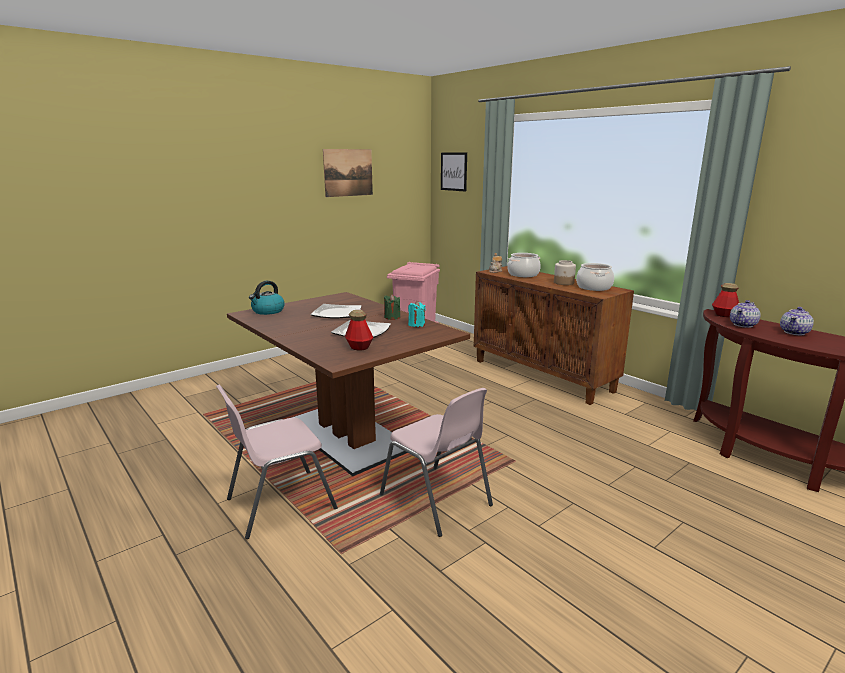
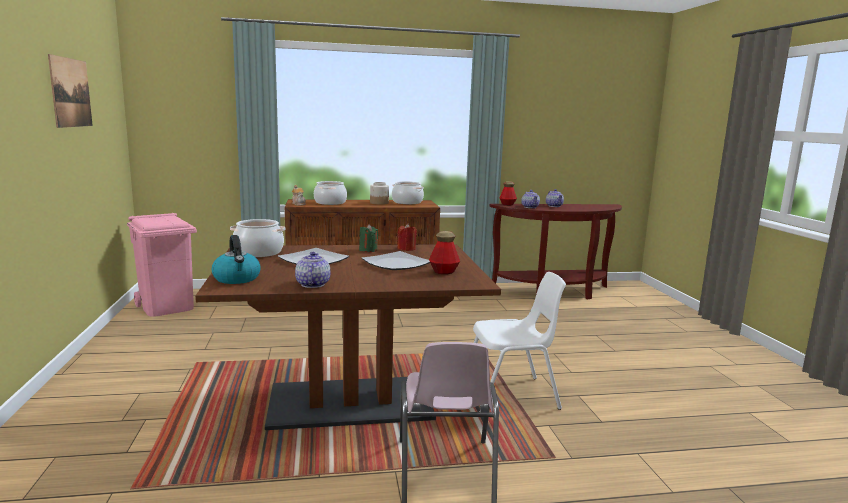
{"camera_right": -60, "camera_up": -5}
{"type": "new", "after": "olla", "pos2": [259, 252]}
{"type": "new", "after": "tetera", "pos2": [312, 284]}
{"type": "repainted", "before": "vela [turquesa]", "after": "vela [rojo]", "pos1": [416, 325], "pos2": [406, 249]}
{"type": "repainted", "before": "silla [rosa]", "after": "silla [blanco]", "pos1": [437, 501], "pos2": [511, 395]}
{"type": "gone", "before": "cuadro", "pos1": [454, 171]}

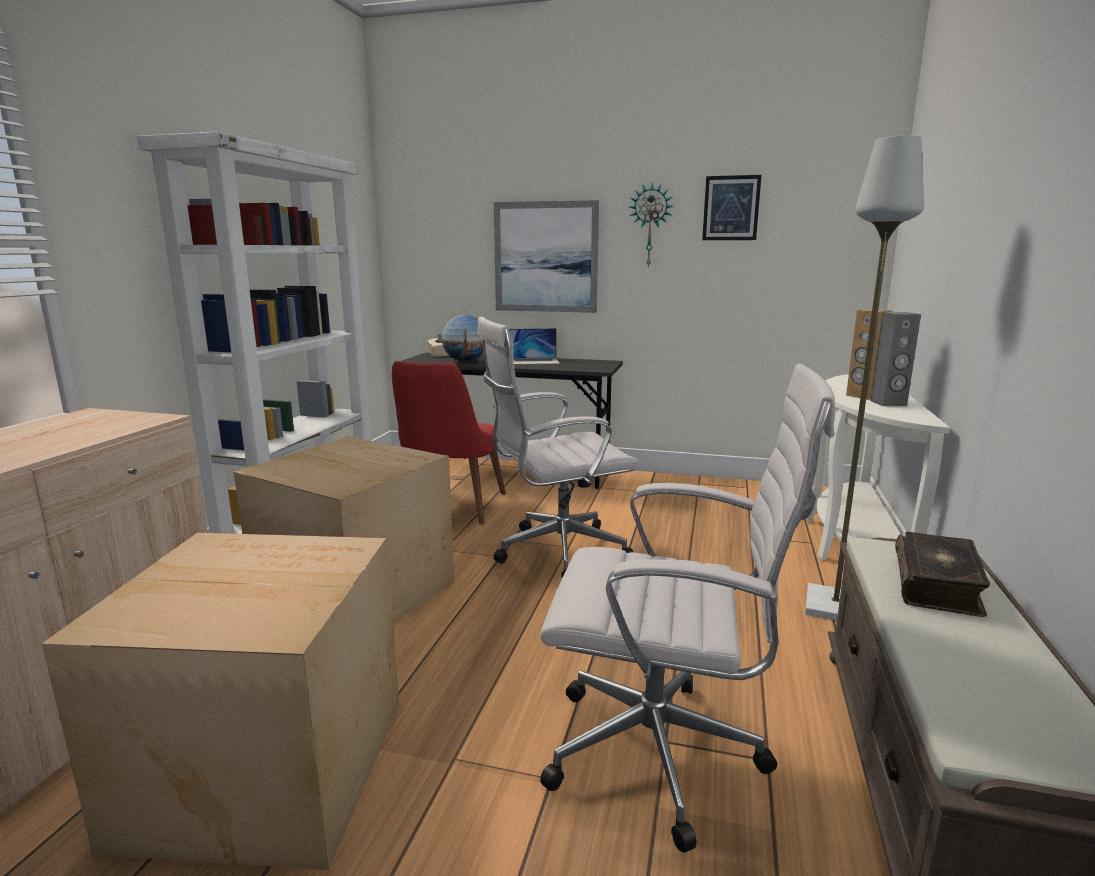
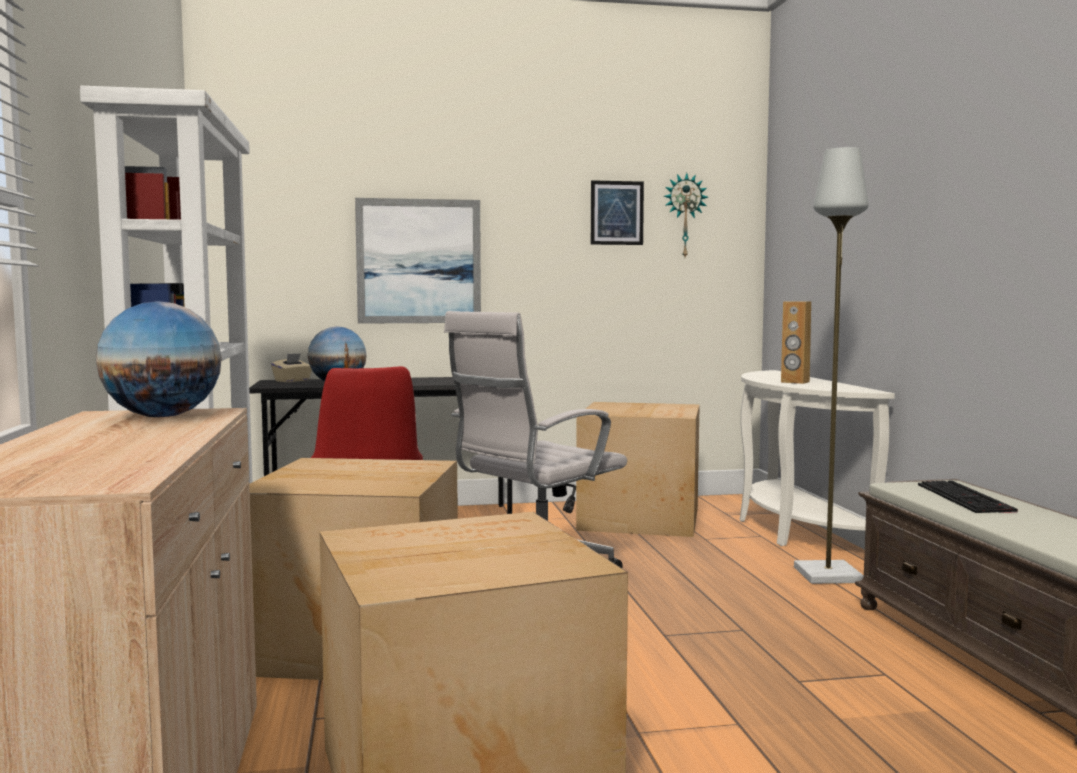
{"camera_right": -25, "camera_up": -10}
{"type": "new", "after": "globo terráqueo", "pos2": [161, 417]}
{"type": "new", "after": "caja de cartón", "pos2": [641, 519]}
{"type": "shifted", "before": "reloj de pared", "pos1": [650, 225], "pos2": [684, 216]}
{"type": "swapped", "before": "libro", "after": "teclado", "pos1": [938, 585], "pos2": [967, 498]}
{"type": "gone", "before": "portátil", "pos1": [534, 361]}
{"type": "gone", "before": "silla de oficina [blanco]", "pos1": [664, 755]}
{"type": "gone", "before": "altavoz [gris]", "pos1": [888, 403]}

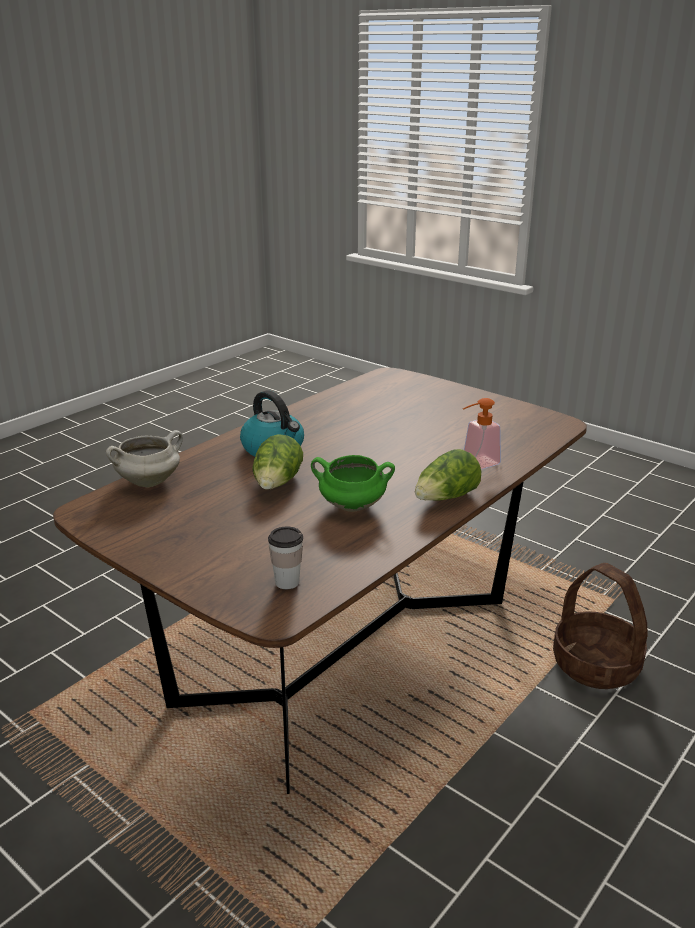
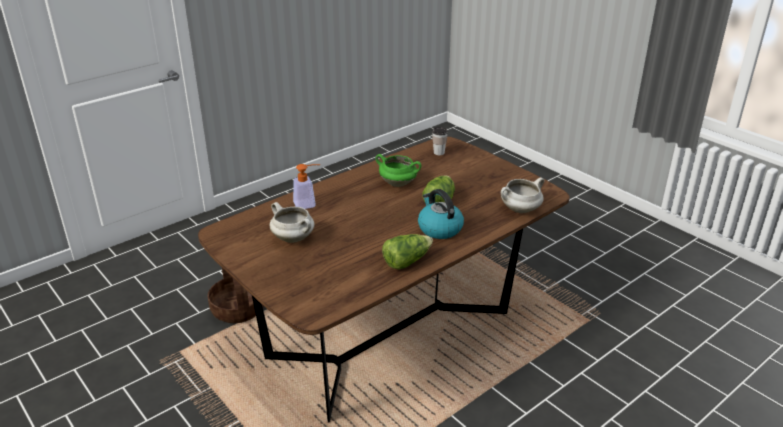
{"camera_right": -170, "camera_up": 5}
{"type": "new", "after": "olla [blanco]", "pos2": [294, 238]}
{"type": "shifted", "before": "lechuga", "pos1": [446, 498], "pos2": [406, 261]}

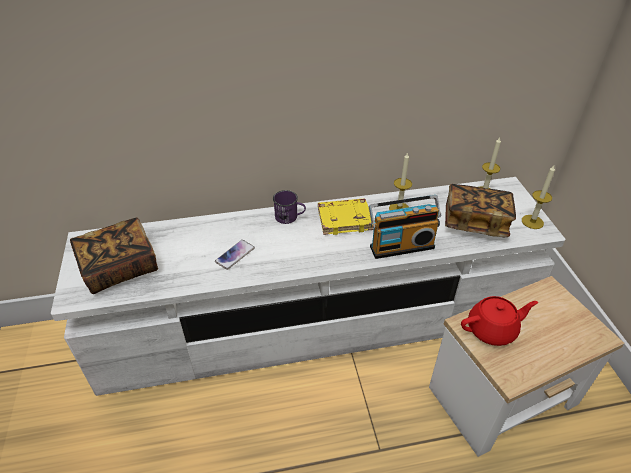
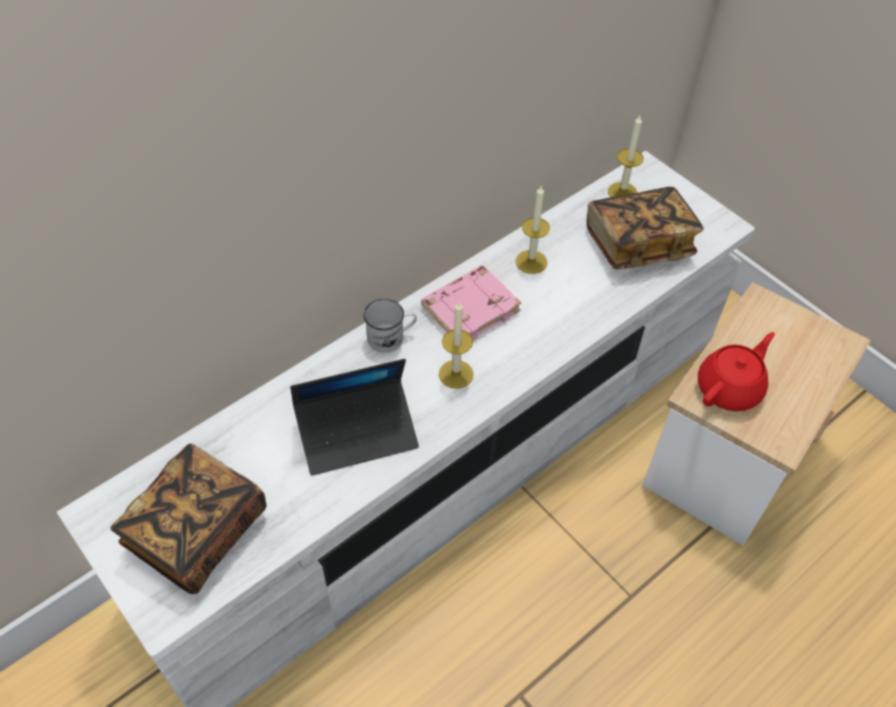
{"camera_right": -30, "camera_up": 10}
{"type": "swapped", "before": "móvil", "after": "portátil", "pos1": [235, 255], "pos2": [357, 433]}
{"type": "repainted", "before": "taza grande [morado]", "after": "taza grande [blanco]", "pos1": [290, 217], "pos2": [391, 337]}
{"type": "repainted", "before": "libro [amarillo]", "after": "libro [rosa]", "pos1": [345, 219], "pos2": [470, 308]}
{"type": "shifted", "before": "vela", "pos1": [532, 222], "pos2": [456, 374]}
{"type": "gone", "before": "radio", "pos1": [401, 245]}

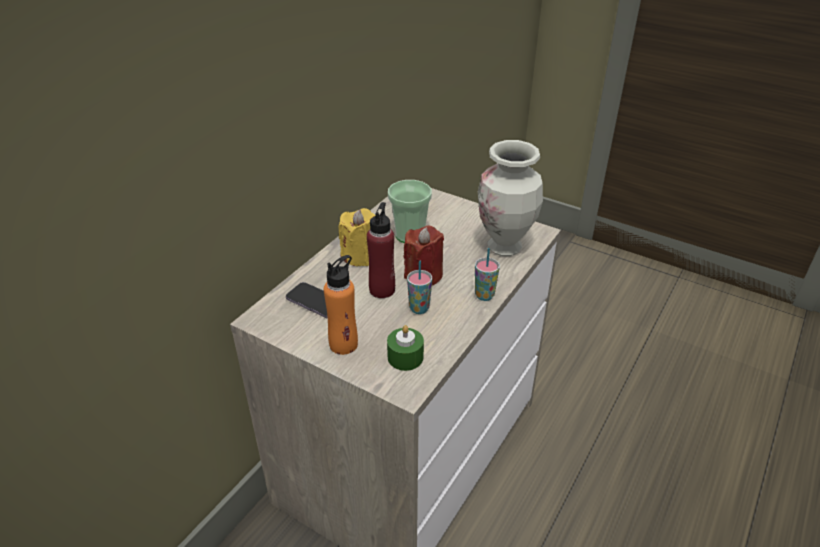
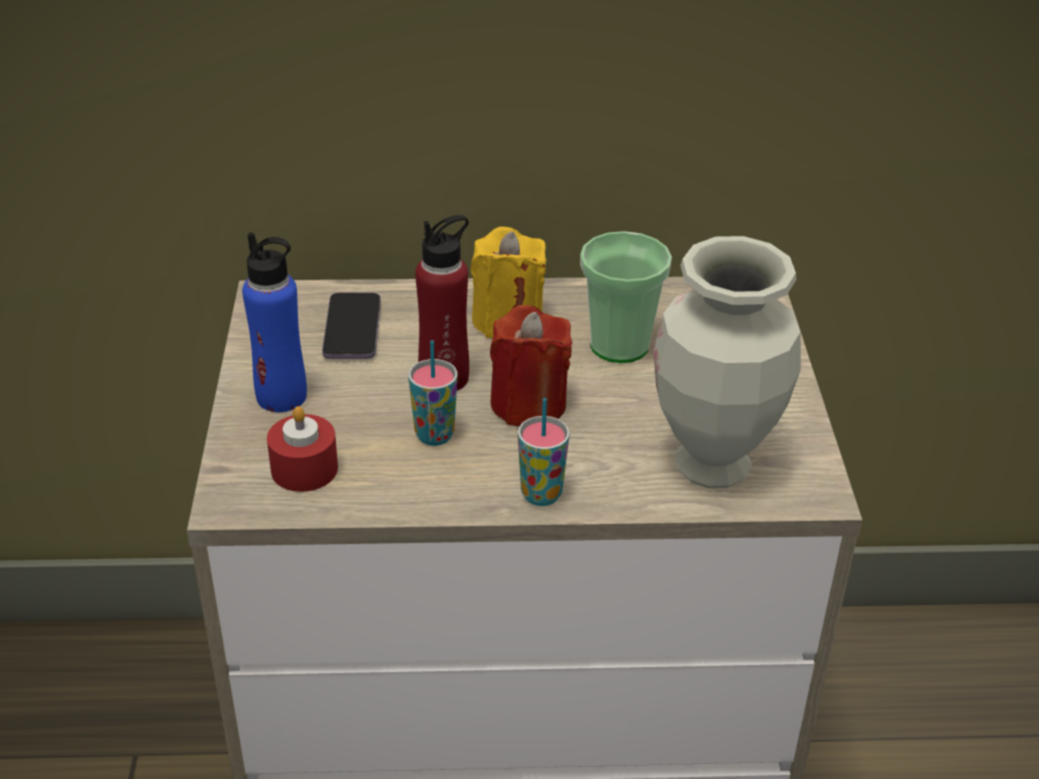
{"camera_right": 55, "camera_up": 0}
{"type": "repainted", "before": "botella [naranja]", "after": "botella [azul]", "pos1": [343, 344], "pos2": [282, 396]}
{"type": "repainted", "before": "vela [verde]", "after": "vela [rojo]", "pos1": [405, 357], "pos2": [304, 469]}

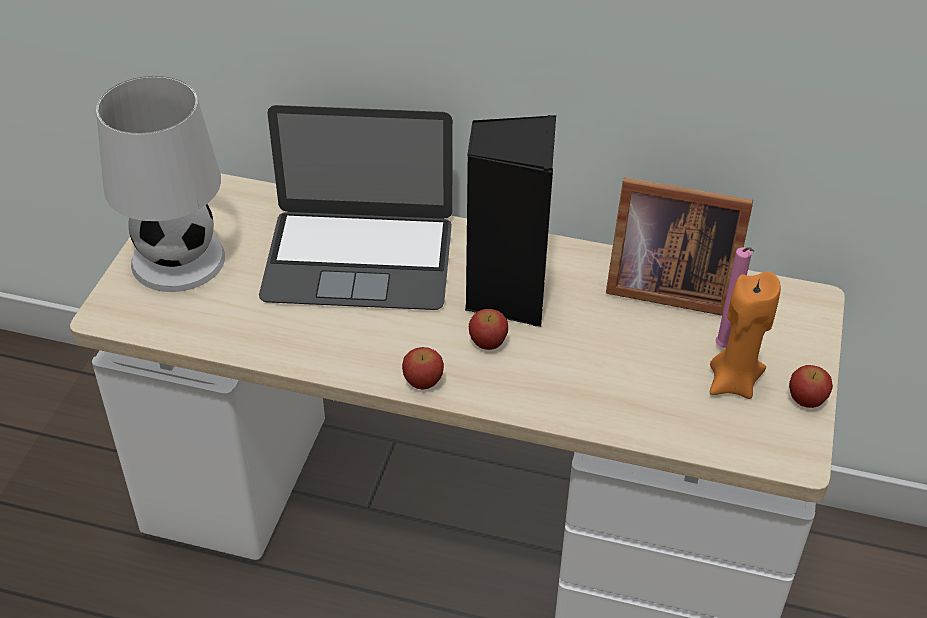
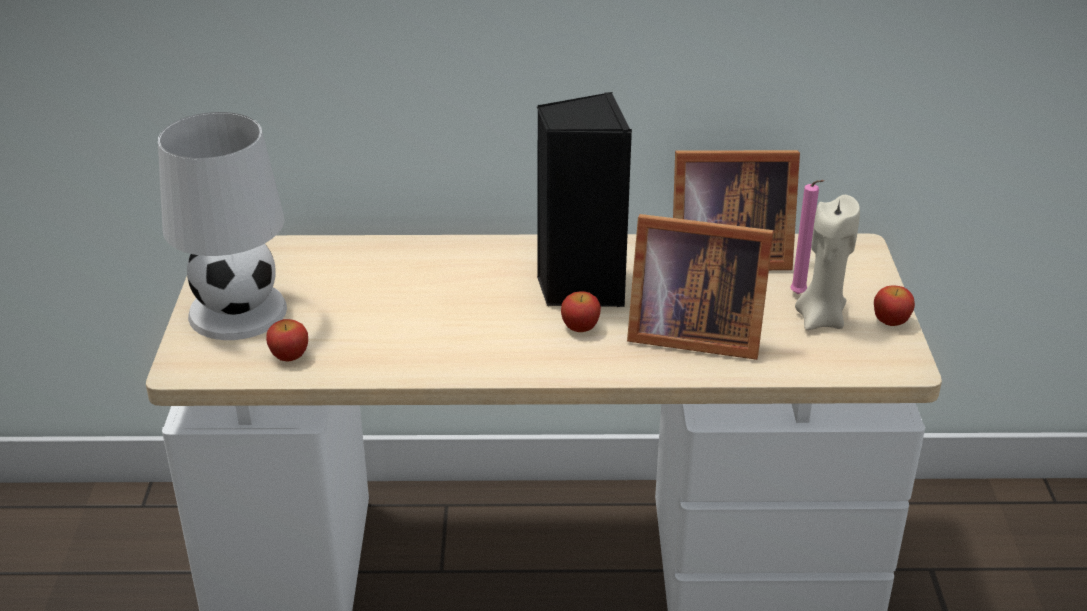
{"camera_right": -15, "camera_up": -10}
{"type": "shifted", "before": "manzana", "pos1": [423, 382], "pos2": [289, 356]}
{"type": "new", "after": "portarretratos", "pos2": [690, 333]}
{"type": "repainted", "before": "vela [naranja]", "after": "vela [beis]", "pos1": [733, 382], "pos2": [820, 319]}
{"type": "gone", "before": "portátil", "pos1": [359, 259]}

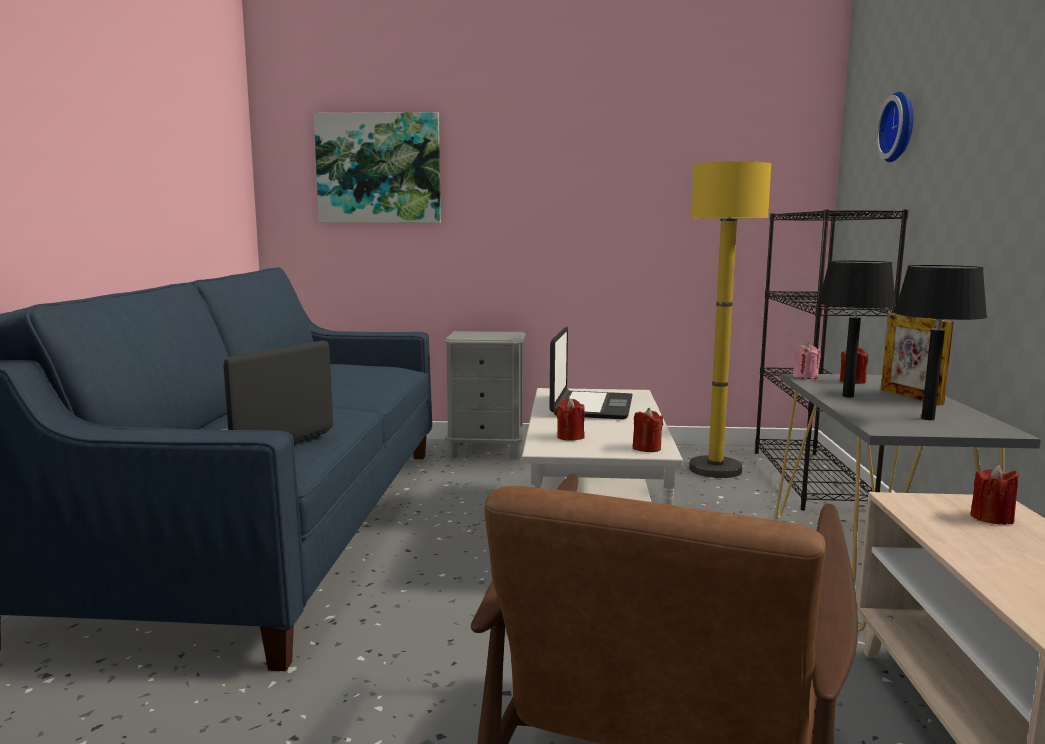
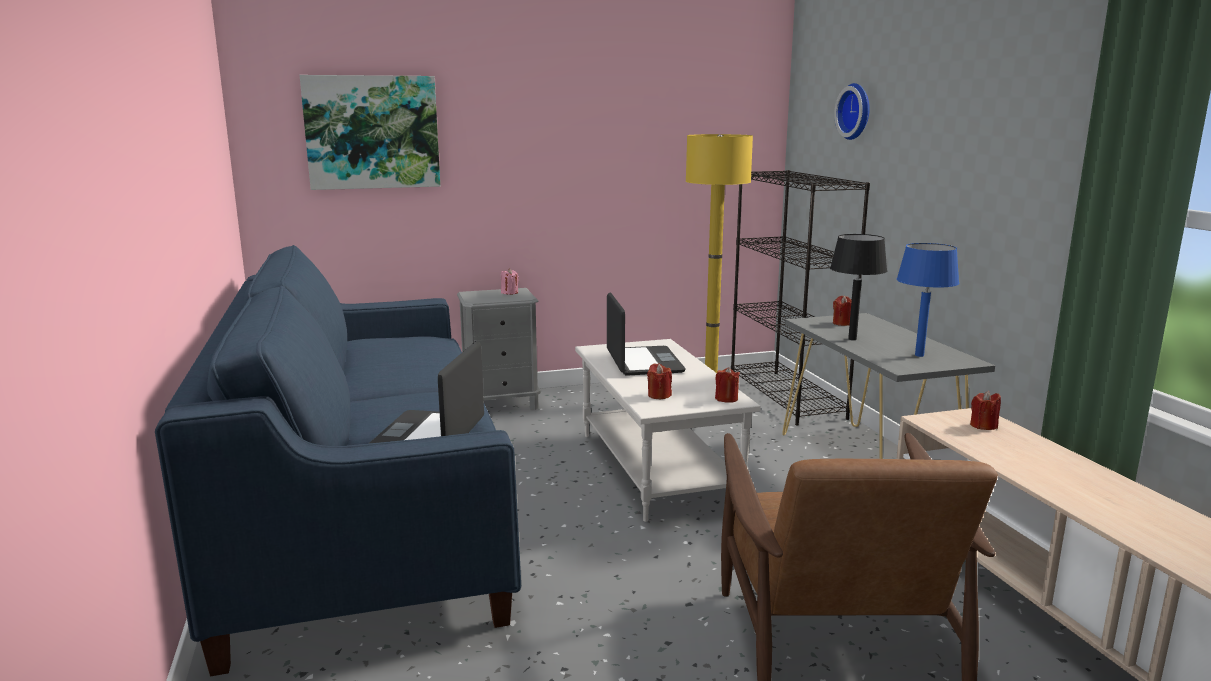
{"camera_right": -20, "camera_up": 5}
{"type": "shifted", "before": "vela [rosa]", "pos1": [805, 377], "pos2": [509, 292]}
{"type": "repainted", "before": "lámpara de mesa [negro]", "after": "lámpara de mesa [azul]", "pos1": [927, 418], "pos2": [919, 355]}
{"type": "gone", "before": "portarretratos", "pos1": [911, 397]}

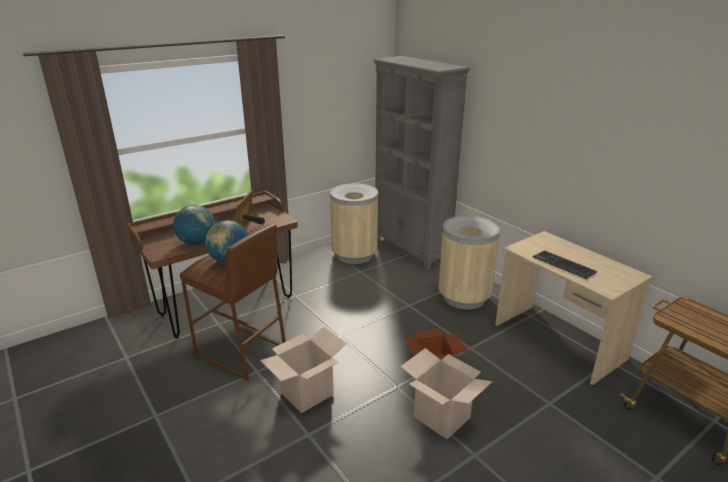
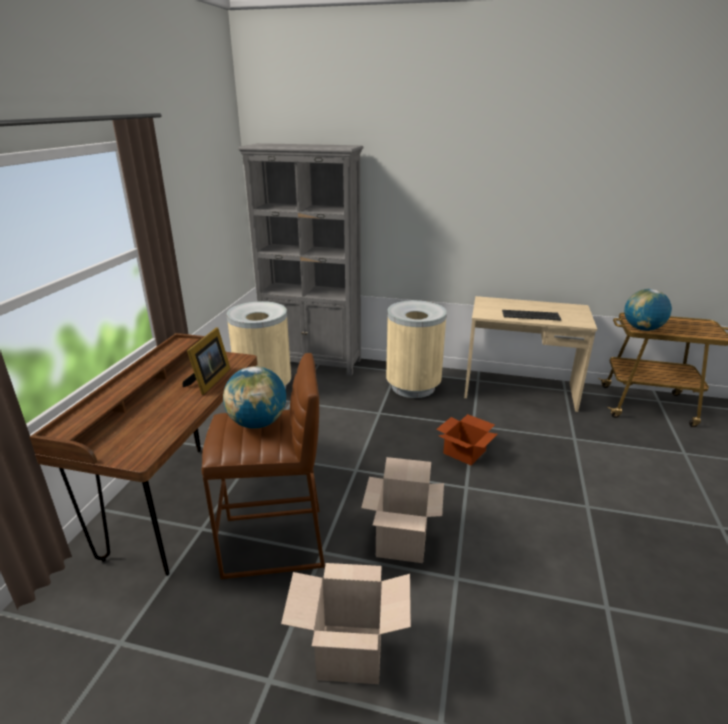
{"camera_right": -40, "camera_up": 0}
{"type": "rotated", "before": "portarretratos", "pos1": [248, 227], "pos2": [209, 381], "turn": -135}
{"type": "shifted", "before": "caja de cartón", "pos1": [441, 417], "pos2": [350, 654]}
{"type": "shifted", "before": "globo terráqueo", "pos1": [197, 242], "pos2": [642, 329]}

